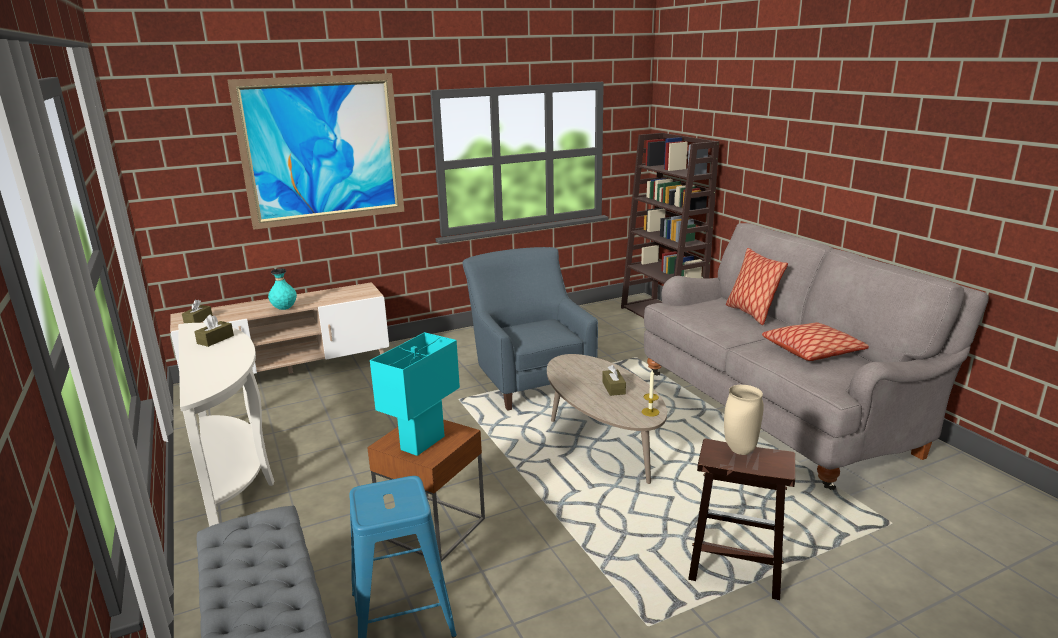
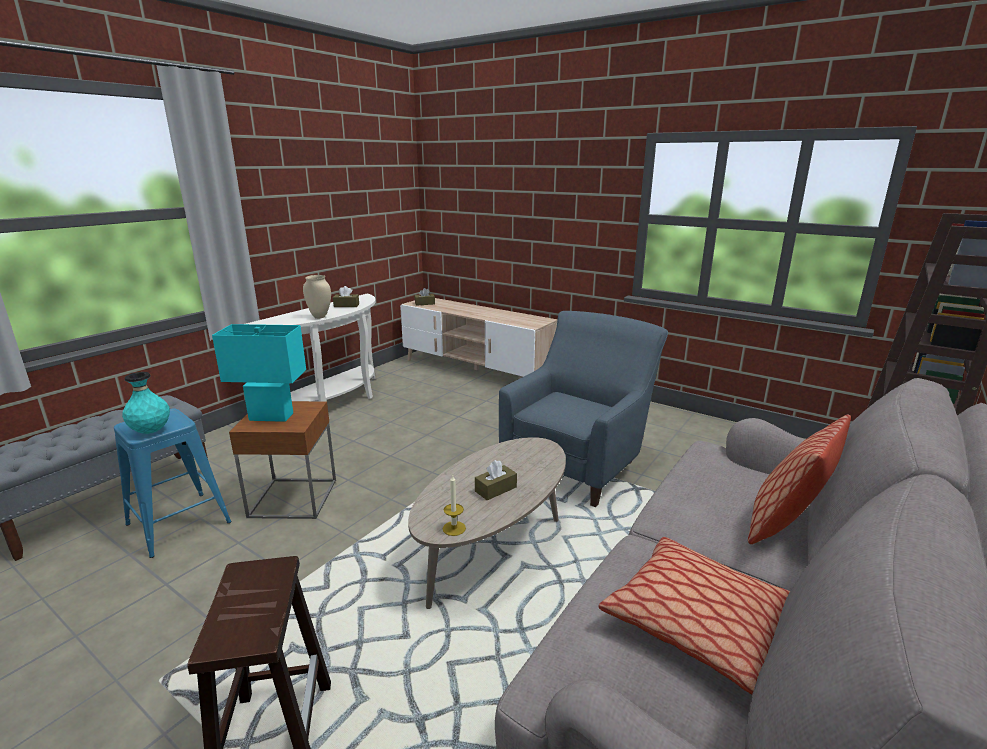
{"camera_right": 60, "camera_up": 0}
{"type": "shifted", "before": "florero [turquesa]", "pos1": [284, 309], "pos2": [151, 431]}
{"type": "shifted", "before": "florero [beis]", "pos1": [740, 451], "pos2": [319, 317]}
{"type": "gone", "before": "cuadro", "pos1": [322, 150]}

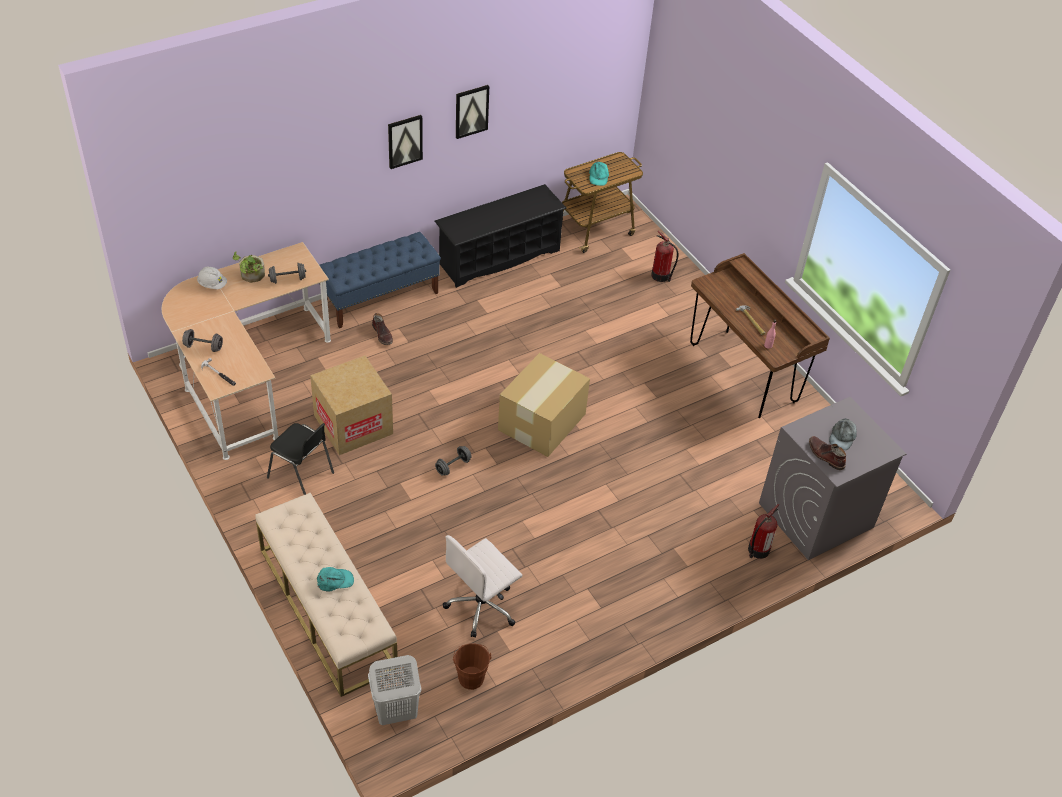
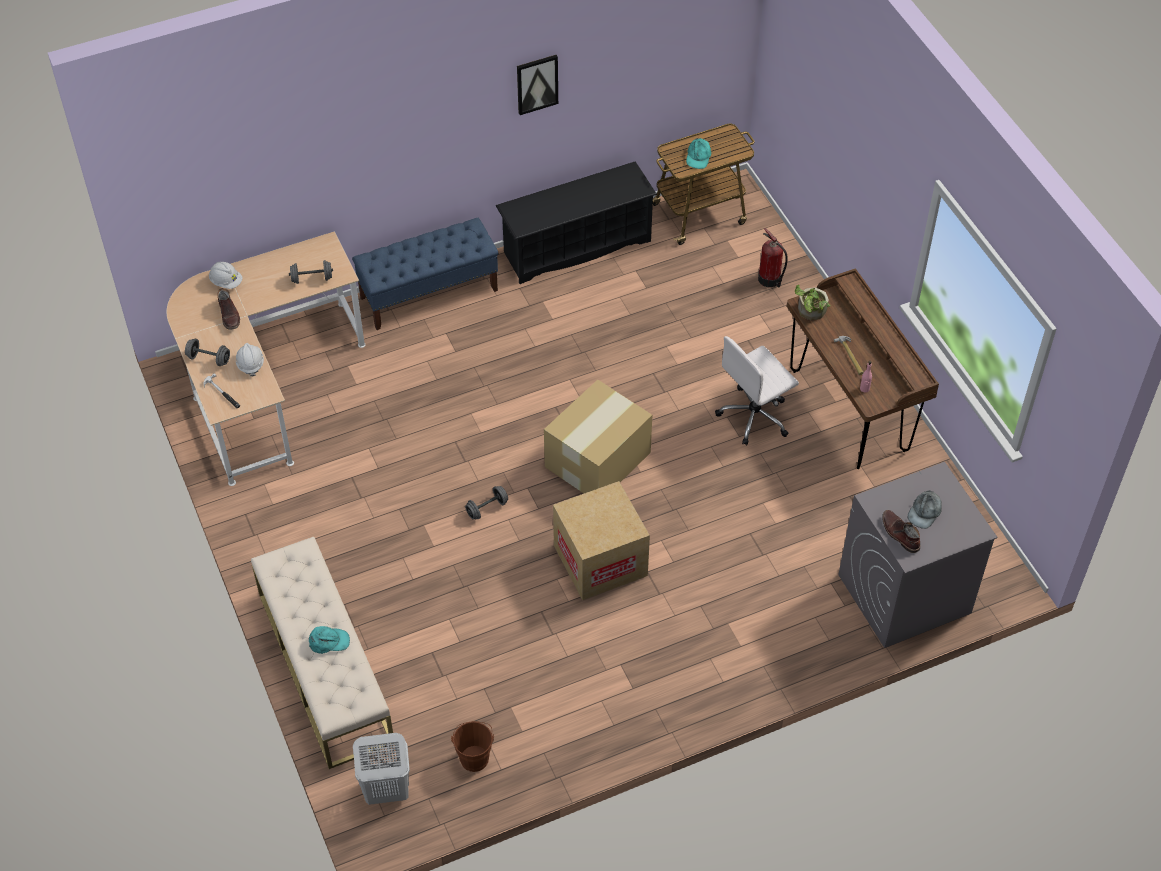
{"camera_right": 10, "camera_up": 5}
{"type": "shifted", "before": "bota [marrón]", "pos1": [383, 334], "pos2": [229, 315]}
{"type": "new", "after": "casco [blanco]", "pos2": [250, 364]}
{"type": "shifted", "before": "caja de cartón", "pos1": [353, 424], "pos2": [600, 560]}
{"type": "shifted", "before": "silla de oficina [blanco]", "pos1": [482, 606], "pos2": [755, 416]}
{"type": "shifted", "before": "planta en maceta", "pos1": [251, 276], "pos2": [810, 312]}
{"type": "gone", "before": "silla [negro]", "pos1": [302, 476]}
{"type": "gone", "before": "cuadro", "pos1": [404, 141]}
{"type": "gone", "before": "extintor", "pos1": [757, 550]}

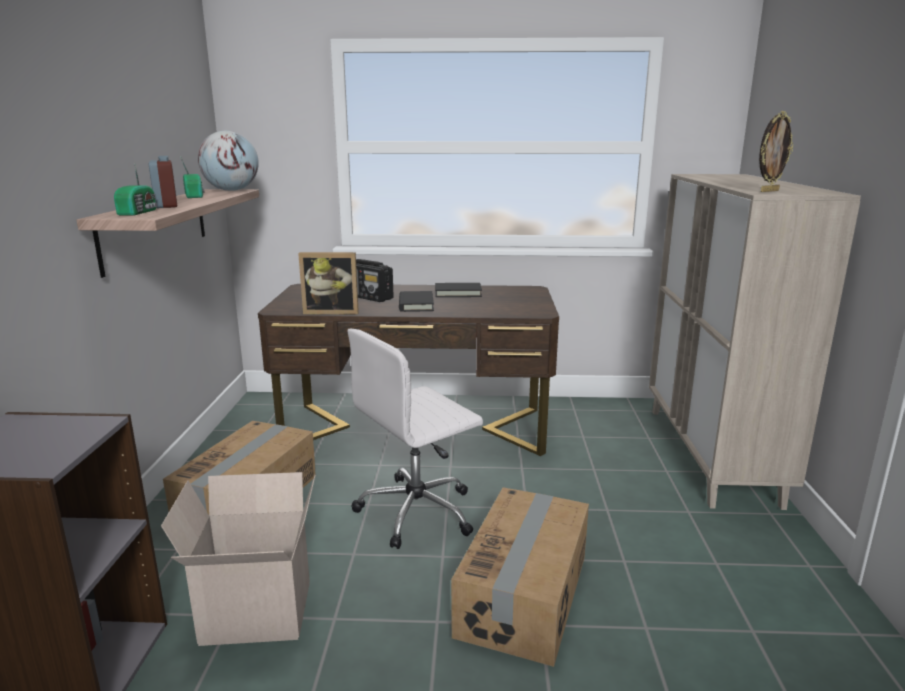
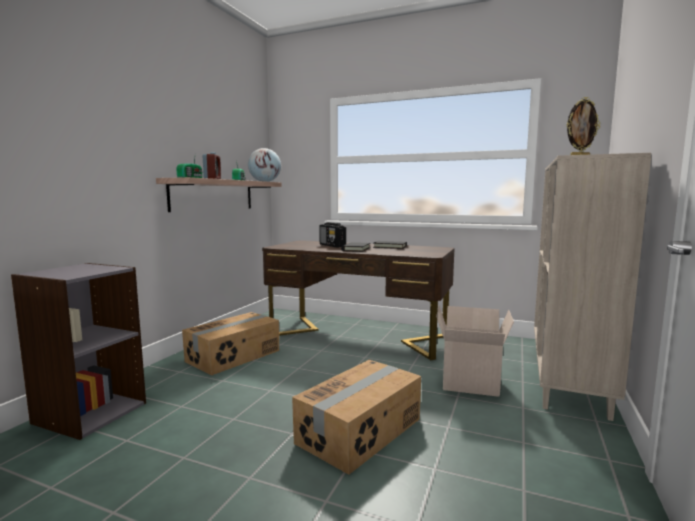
{"camera_right": 20, "camera_up": -10}
{"type": "shifted", "before": "caja de cartón", "pos1": [254, 615], "pos2": [469, 384]}
{"type": "gone", "before": "portarretratos", "pos1": [332, 311]}
{"type": "gone", "before": "silla de oficina [blanco]", "pos1": [418, 511]}

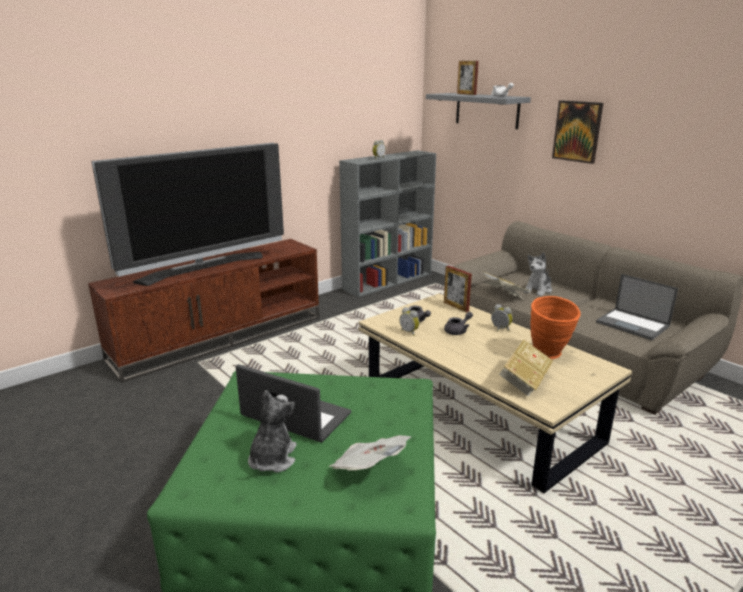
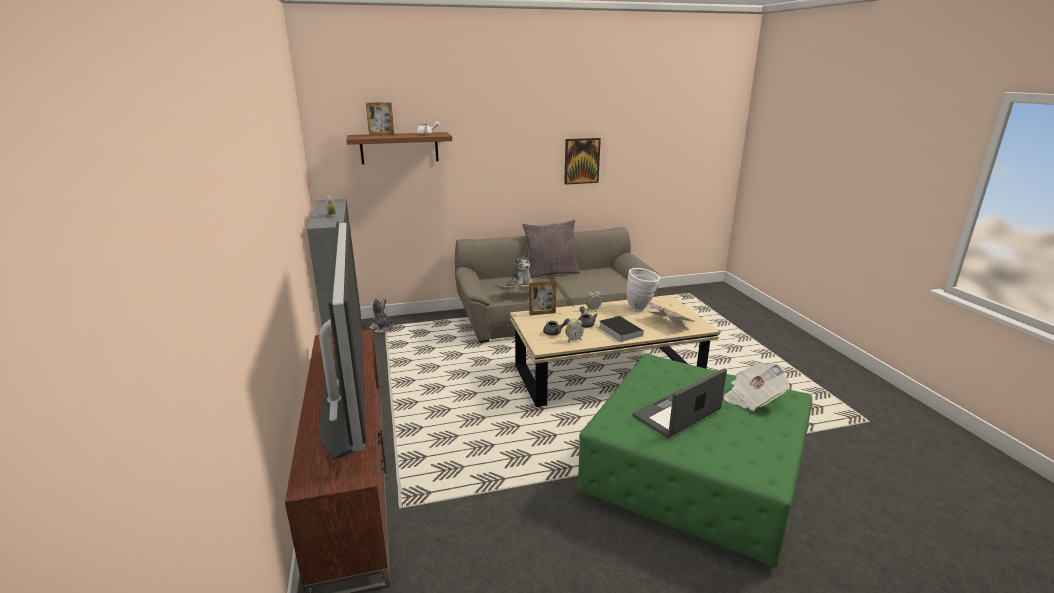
{"camera_right": -65, "camera_up": 0}
{"type": "repainted", "before": "estante [gris]", "after": "estante [marrón]", "pos1": [487, 110], "pos2": [399, 148]}
{"type": "shifted", "before": "peluche", "pos1": [272, 459], "pos2": [382, 328]}
{"type": "new", "after": "cojín [gris]", "pos2": [551, 273]}
{"type": "shifted", "before": "cuadro", "pos1": [577, 131], "pos2": [581, 161]}
{"type": "new", "after": "libro", "pos2": [619, 331]}
{"type": "repainted", "before": "florero [naranja]", "after": "florero [blanco]", "pos1": [549, 356], "pos2": [641, 308]}
{"type": "gone", "before": "portátil", "pos1": [633, 324]}

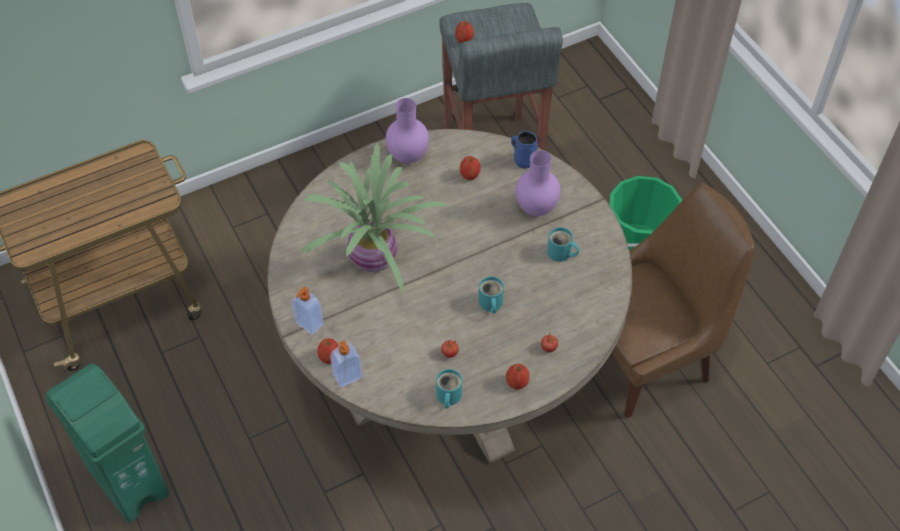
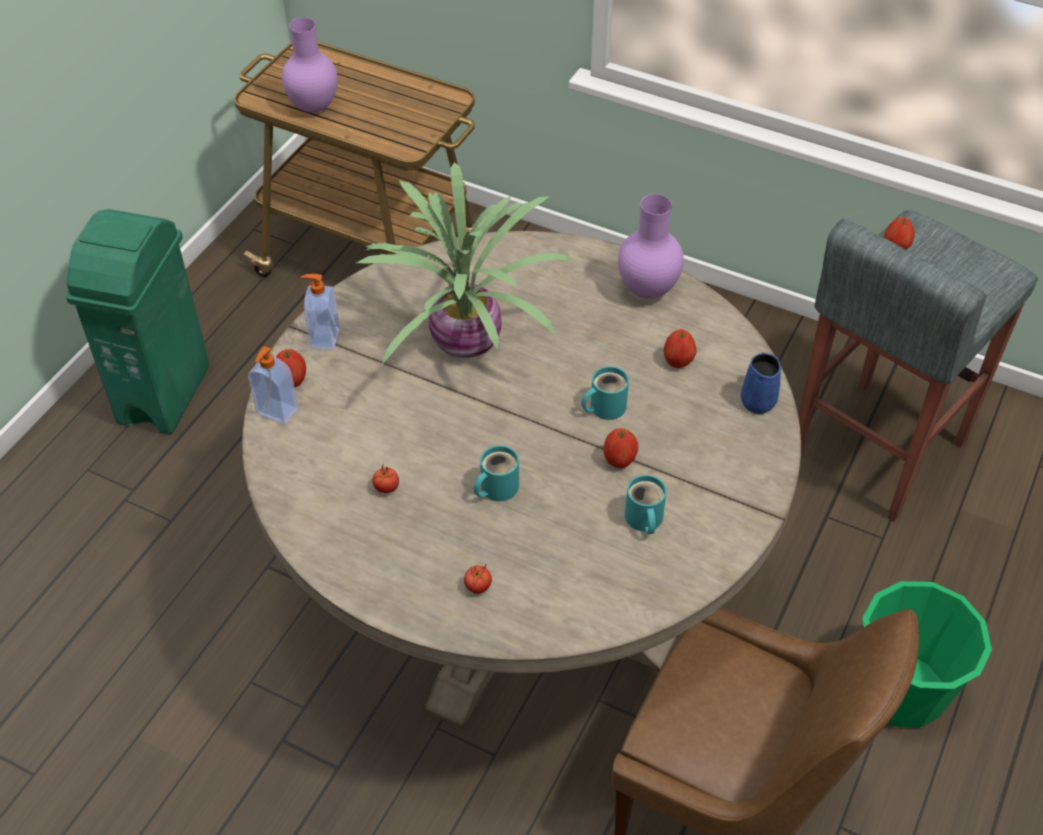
{"camera_right": 55, "camera_up": -5}
{"type": "shifted", "before": "florero [morado]", "pos1": [536, 208], "pos2": [315, 107]}
{"type": "shifted", "before": "taza grande [turquesa]", "pos1": [447, 396], "pos2": [604, 407]}
{"type": "shifted", "before": "manzana", "pos1": [517, 383], "pos2": [619, 460]}

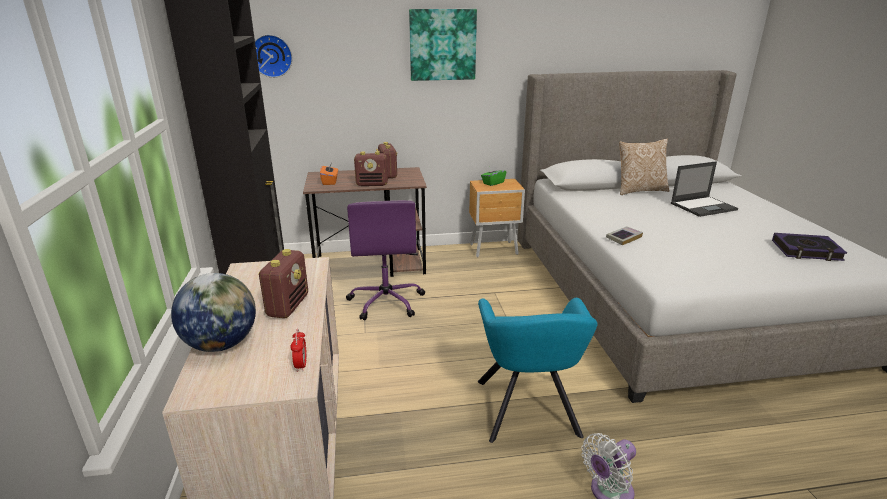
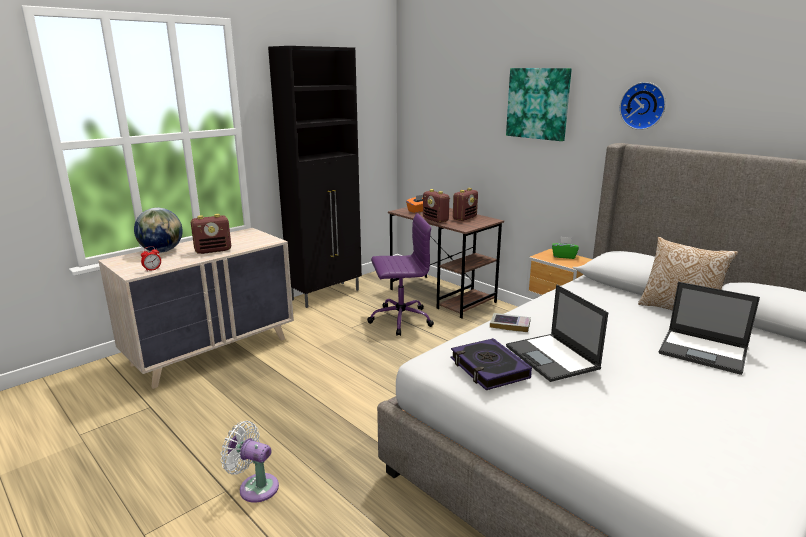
{"camera_right": 55, "camera_up": -5}
{"type": "rotated", "before": "silla de oficina [morado]", "pos1": [386, 301], "pos2": [399, 319], "turn": -150}
{"type": "shifted", "before": "libro", "pos1": [806, 251], "pos2": [489, 368]}
{"type": "new", "after": "portátil", "pos2": [552, 358]}
{"type": "shifted", "before": "reloj de pared", "pos1": [271, 56], "pos2": [643, 106]}
{"type": "gone", "before": "sillón [turquesa]", "pos1": [528, 411]}

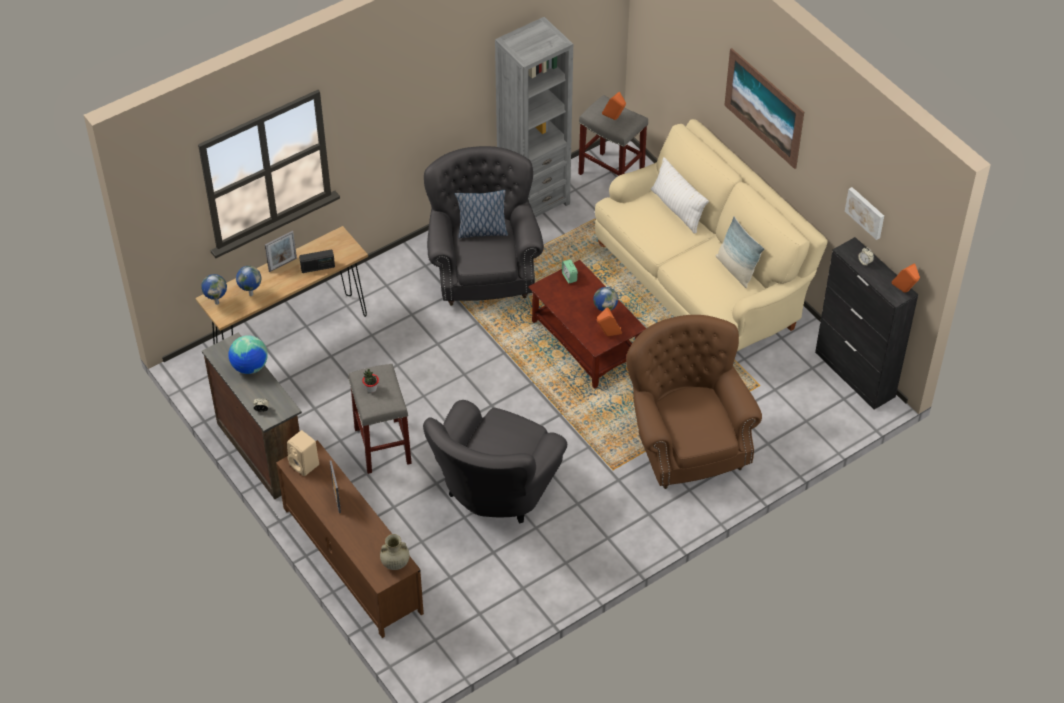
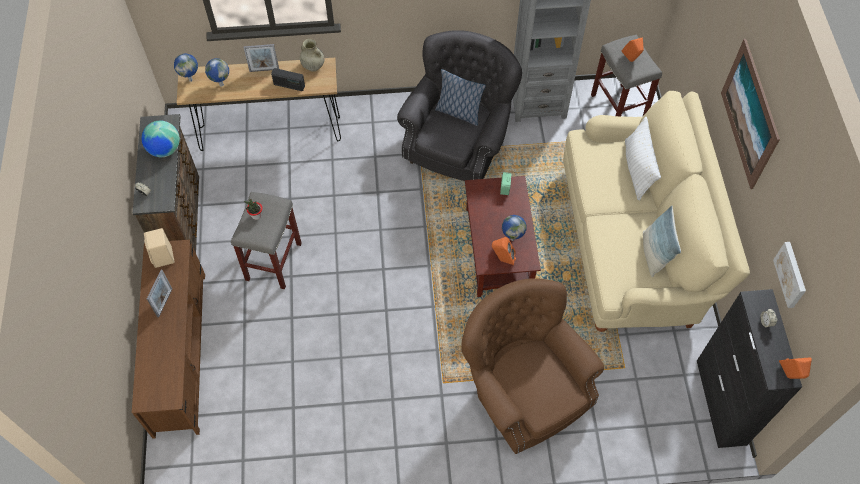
{"camera_right": 30, "camera_up": 10}
{"type": "shifted", "before": "florero [beis]", "pos1": [395, 563], "pos2": [313, 66]}
{"type": "rotated", "before": "sillón [marrón]", "pos1": [687, 443], "pos2": [524, 391], "turn": -45}
{"type": "gone", "before": "sillón [gris]", "pos1": [495, 491]}

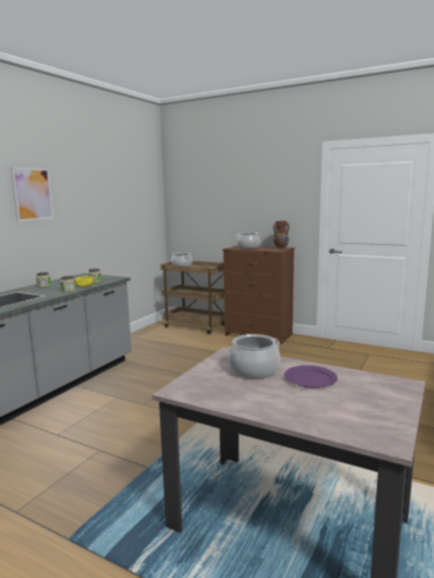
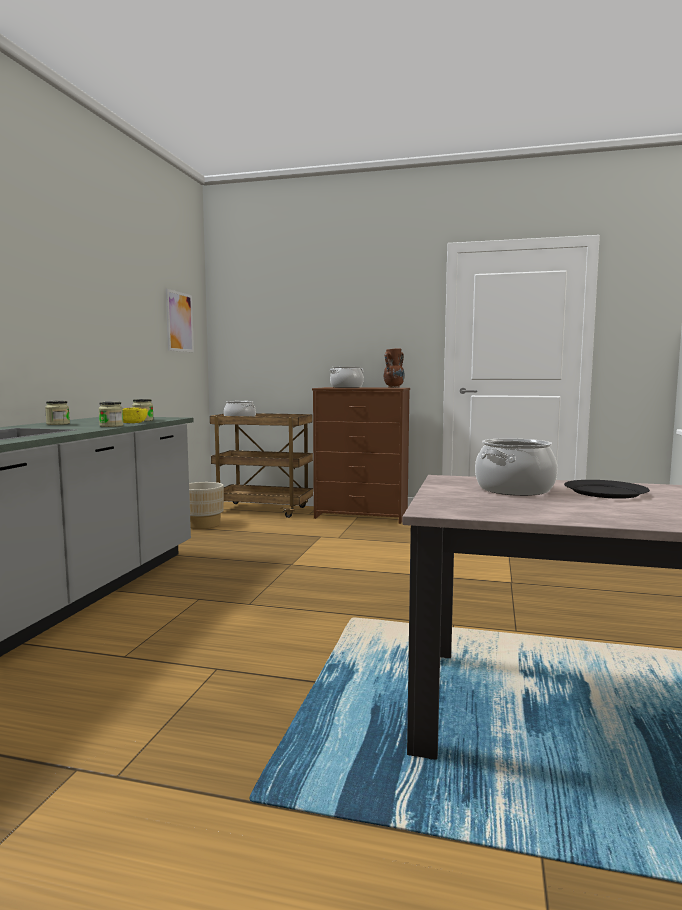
{"camera_right": -15, "camera_up": -5}
{"type": "shifted", "before": "cuadro", "pos1": [33, 194], "pos2": [179, 322]}
{"type": "new", "after": "maceta [beis]", "pos2": [203, 525]}
{"type": "repainted", "before": "plato [morado]", "after": "plato [negro]", "pos1": [310, 379], "pos2": [606, 492]}

